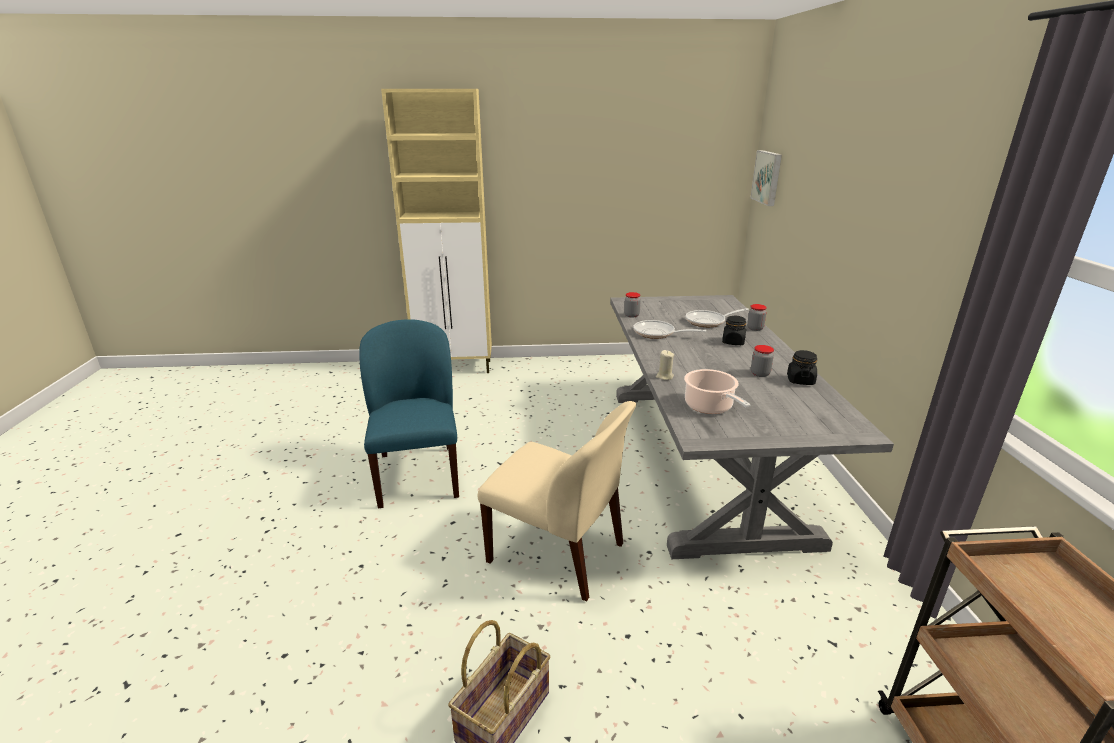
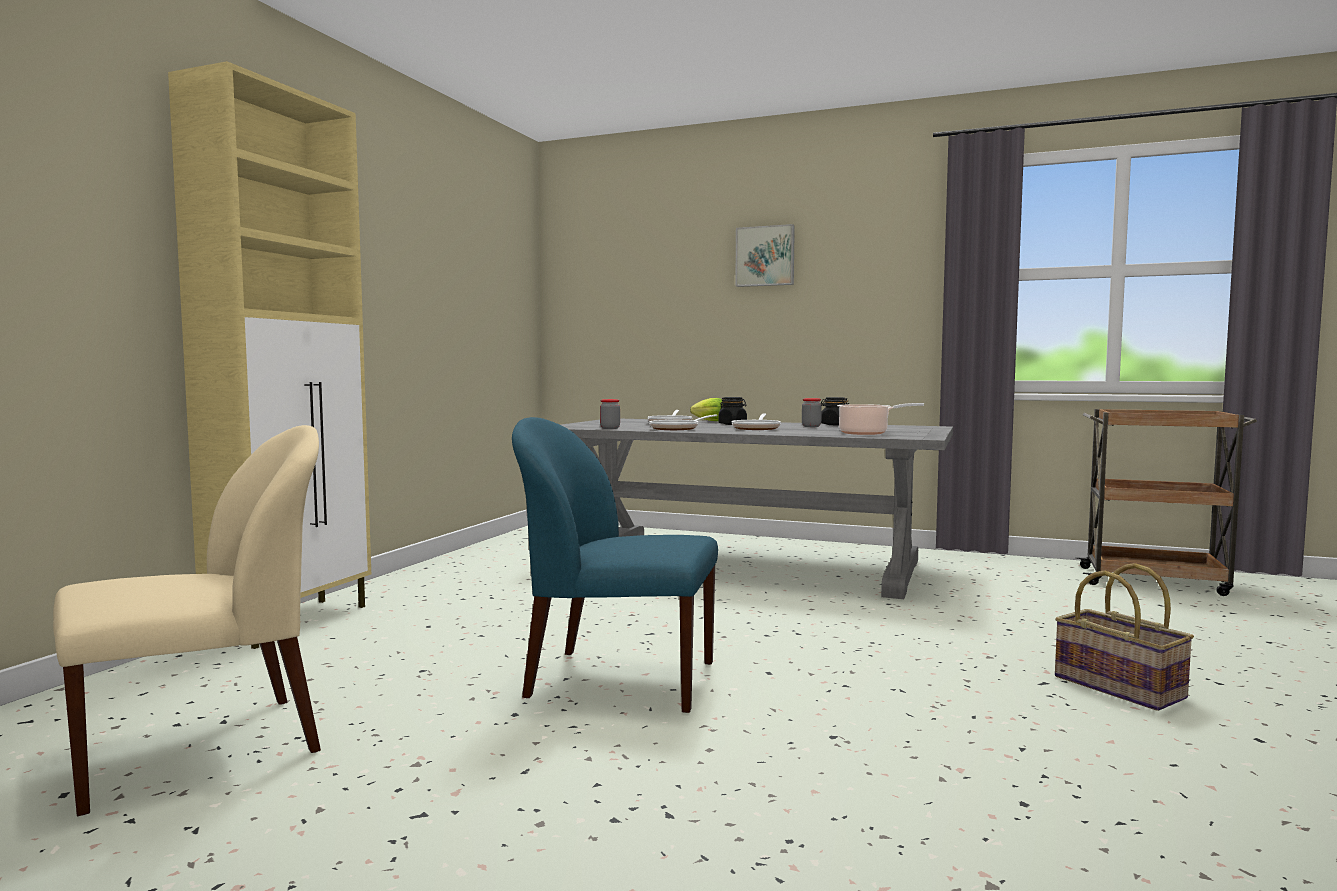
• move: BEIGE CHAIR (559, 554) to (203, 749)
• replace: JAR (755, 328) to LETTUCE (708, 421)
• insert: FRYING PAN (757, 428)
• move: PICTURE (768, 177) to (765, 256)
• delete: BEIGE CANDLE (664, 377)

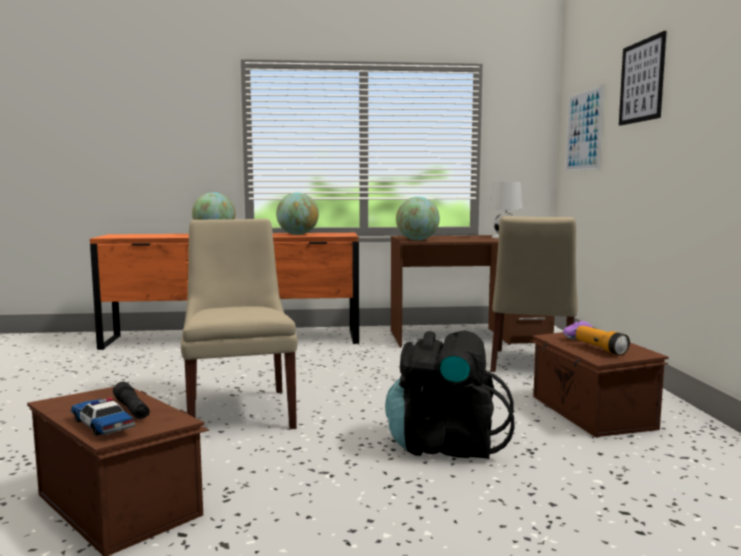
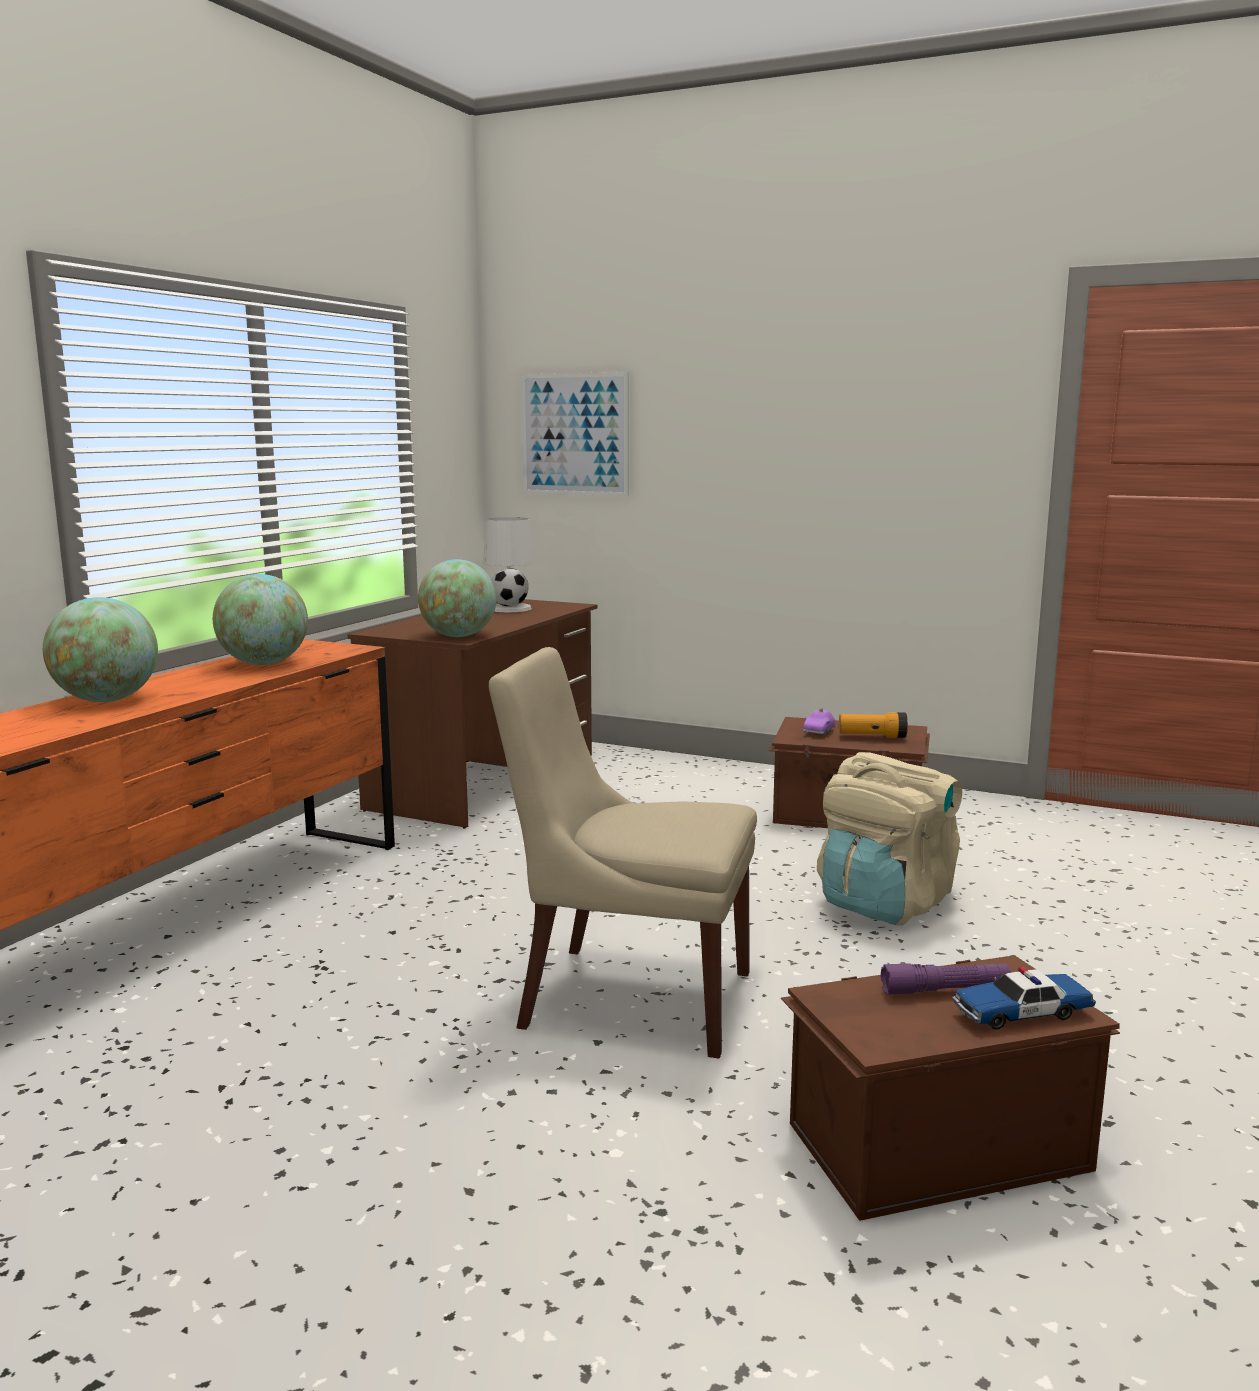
• recolor: BLACK BACKPACK (445, 445) to BEIGE BACKPACK (884, 904)
• recolor: BLACK FLASHLIGHT (131, 409) to PURPLE FLASHLIGHT (947, 990)
• delete: BEIGE CHAIR (532, 364)
• delete: PICTURE (641, 81)

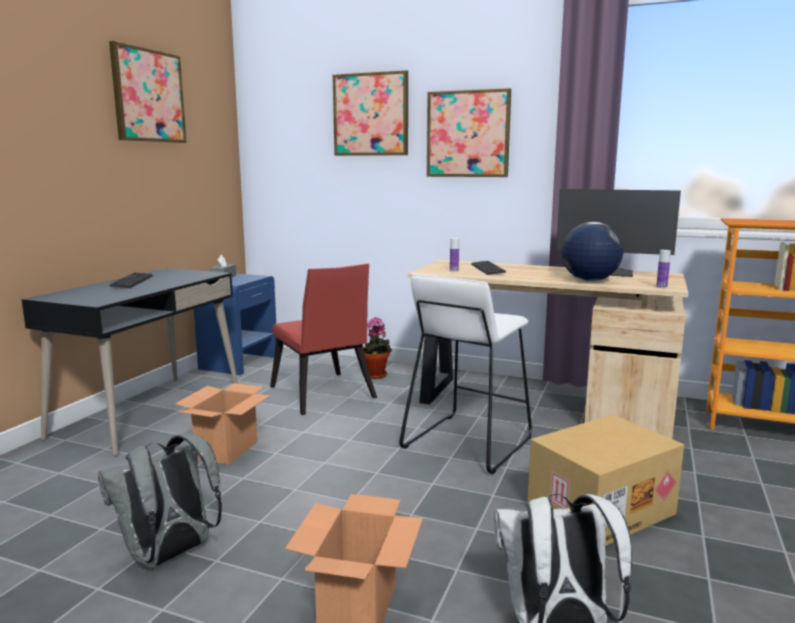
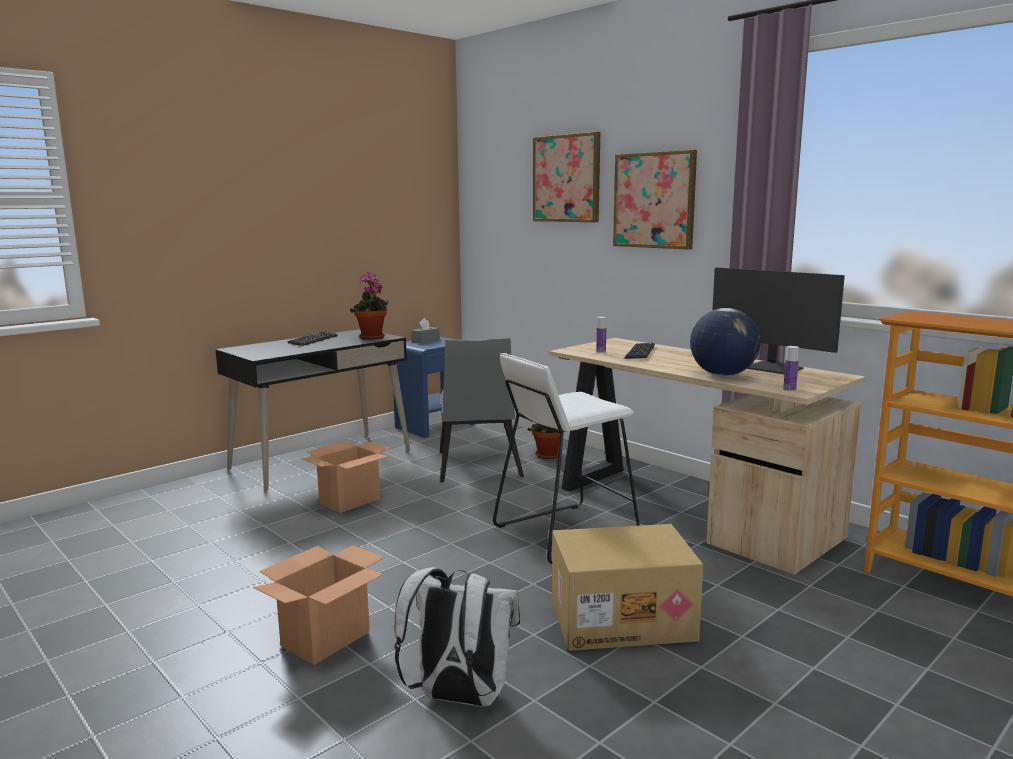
• insert: POTTED PLANT (372, 338)
• recolor: RED CHAIR (323, 395) to GREY CHAIR (478, 467)
• delete: GREY BACKPACK (169, 555)
• delete: PICTURE (148, 96)

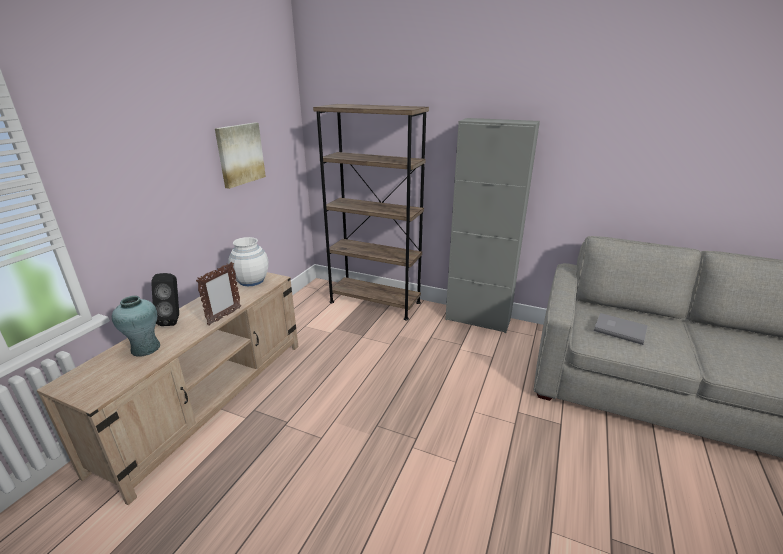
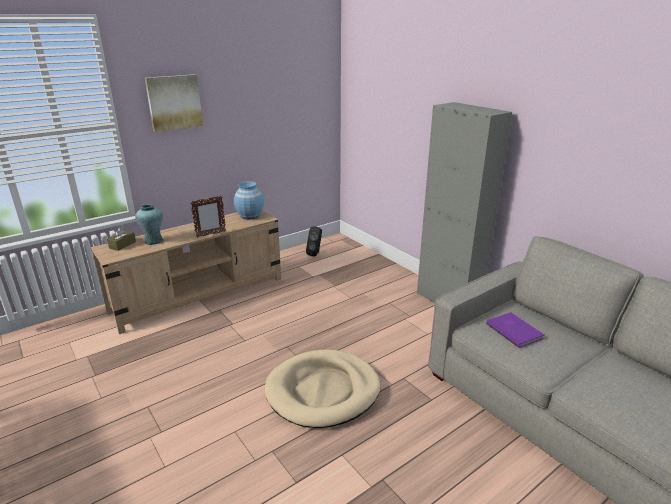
• insert: BROWN TISSUE BOX (122, 245)
• move: PICTURE (240, 154) to (174, 102)
• recolor: WHITE VASE (251, 280) to BLUE VASE (250, 216)
• insert: BEIGE DOG BED (323, 391)
• move: BLACK SPEAKER (174, 320) to (315, 253)
• recolor: GREY BOOK (619, 329) to PURPLE BOOK (514, 330)
• delete: BROWN BOOKCASE (375, 302)

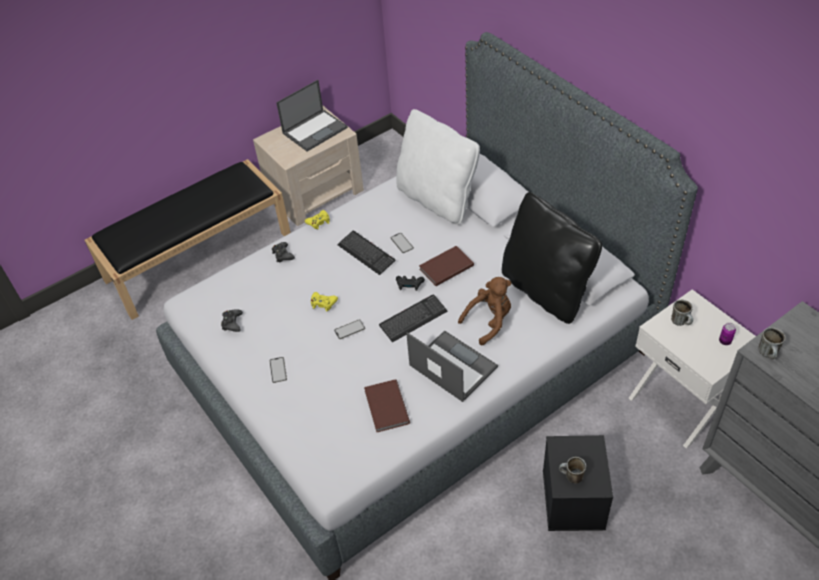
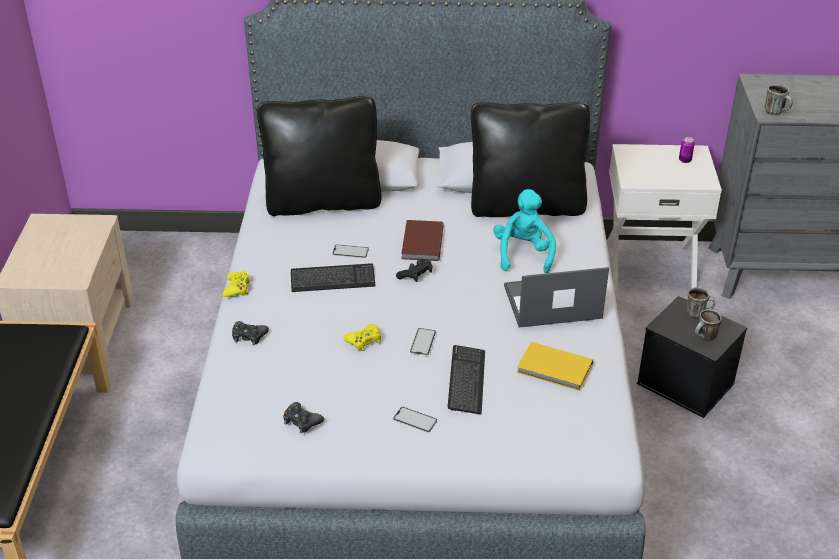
• recolor: WHITE PILLOW (437, 199) to BLACK PILLOW (323, 202)
• move: KEYBOARD (413, 319) to (466, 381)
• recolor: BROWN PLUSH TOY (489, 321) to TURQUOISE PLUSH TOY (523, 254)
• recolor: BROWN BOOK (385, 408) to YELLOW BOOK (555, 369)
• move: MUG (681, 322) to (698, 313)
• delete: LAPTOP (315, 130)

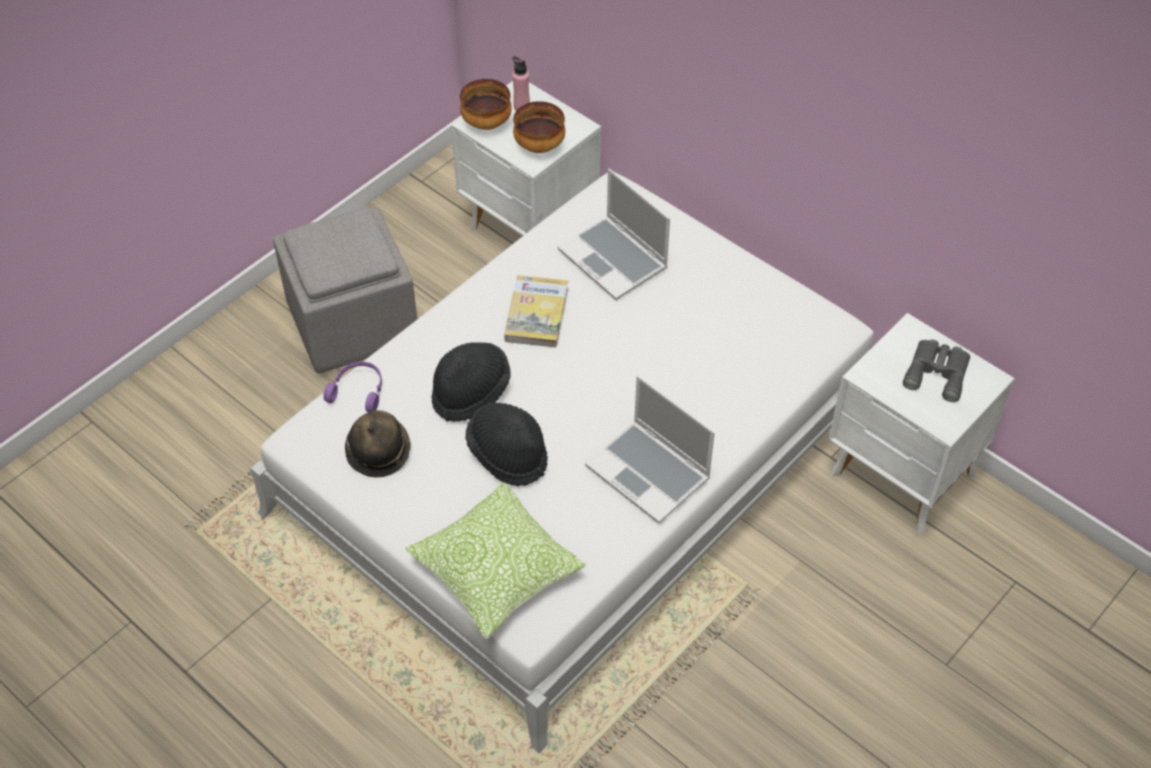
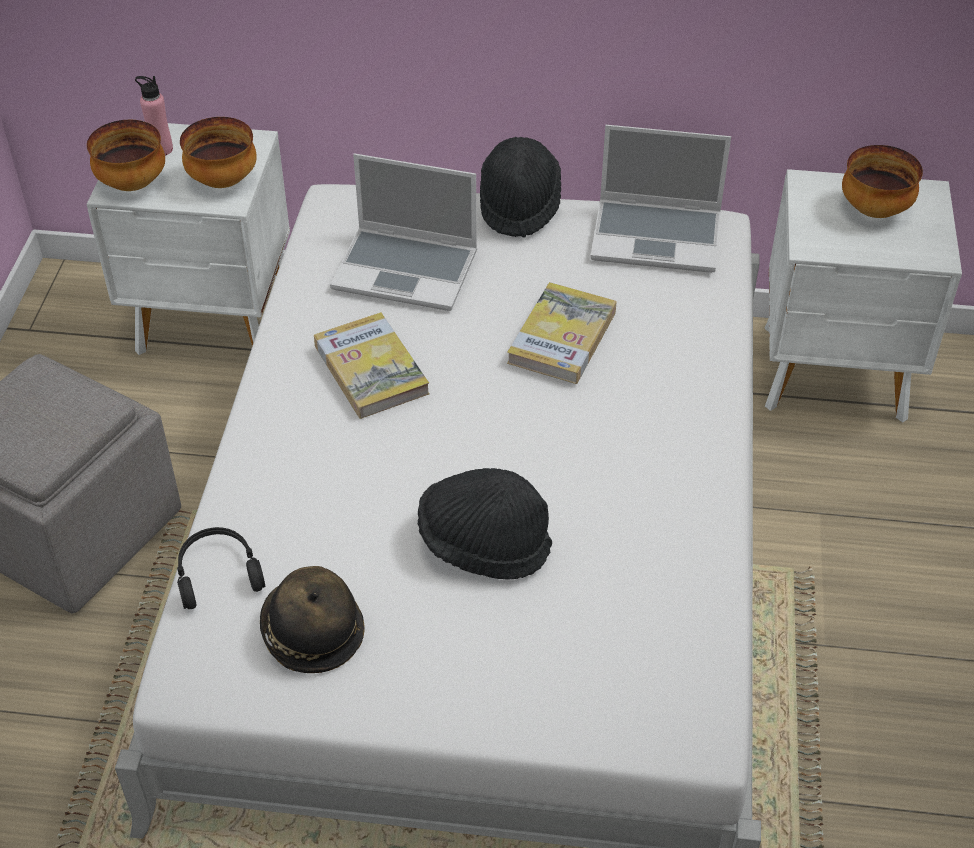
• recolor: PURPLE HEADPHONES (358, 391) to BLACK HEADPHONES (218, 573)
• move: BLACK HAT (471, 392) to (519, 205)
• insert: BOOK (562, 337)
• move: LAPTOP (649, 473) to (658, 237)
• replace: GREY BINOCULARS (937, 372) to BOWL (874, 209)
• delete: PILLOW (496, 570)

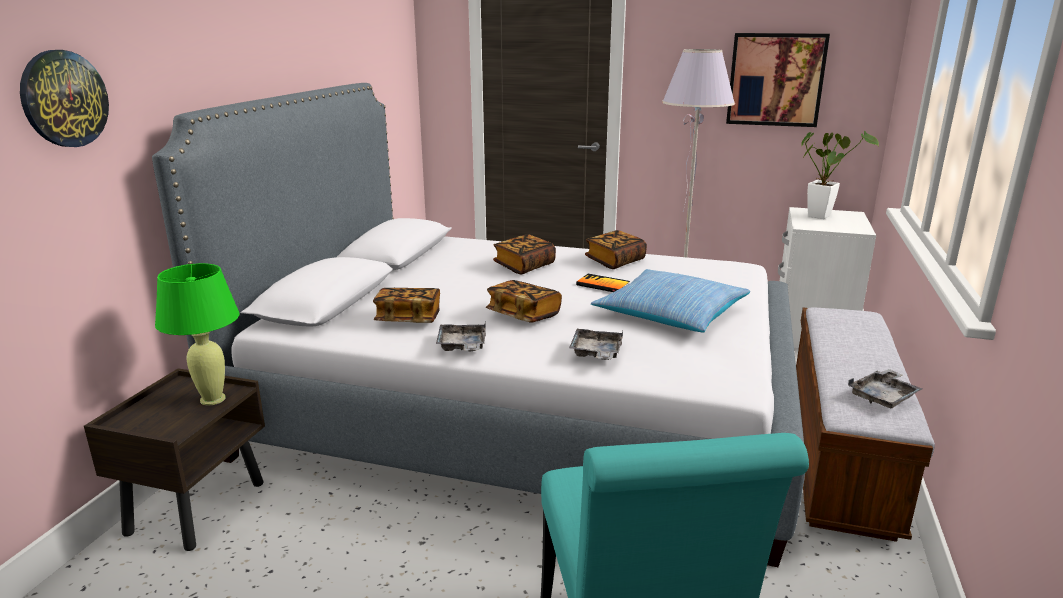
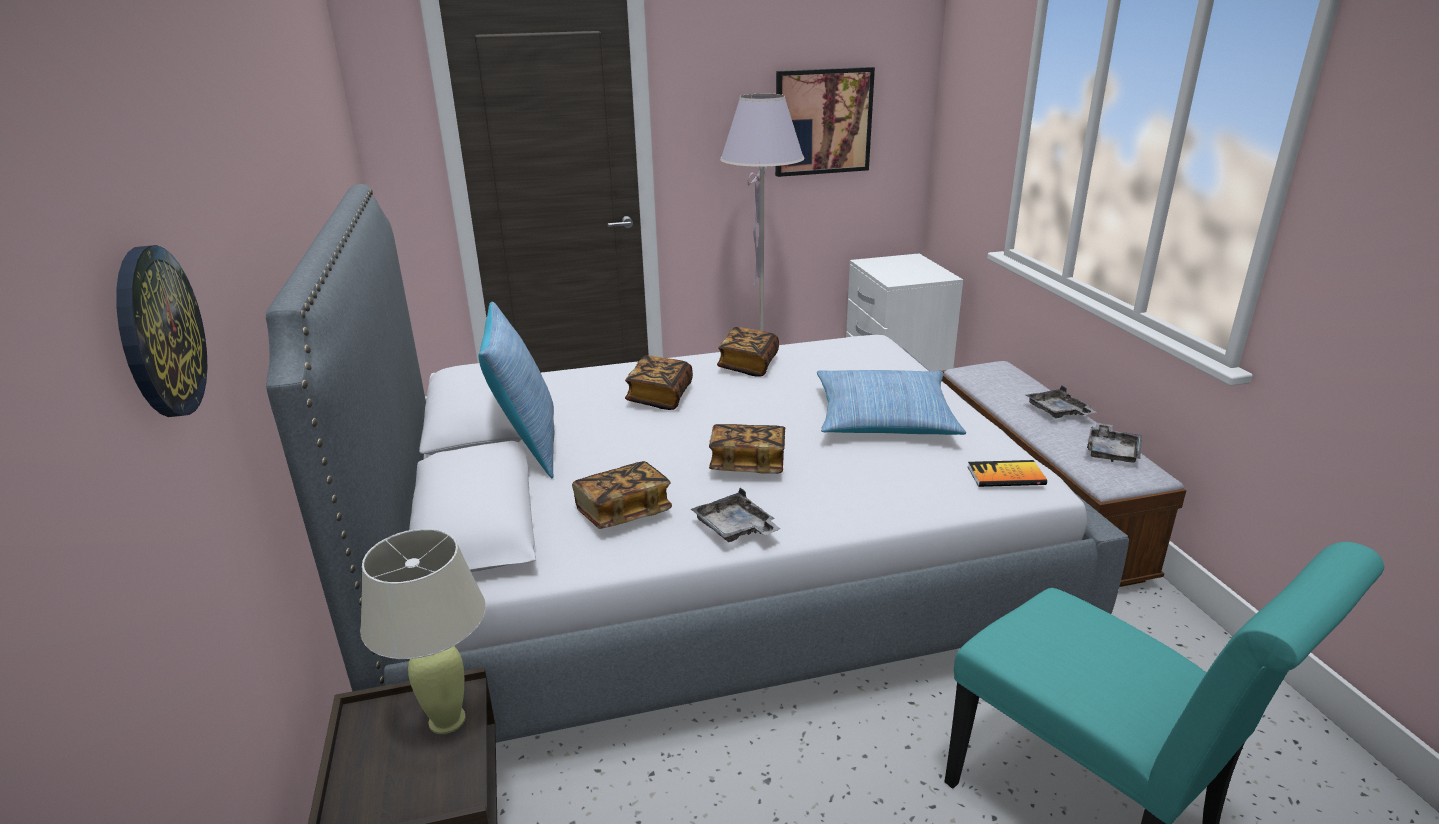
• recolor: GREEN TABLE LAMP (212, 399) to BEIGE TABLE LAMP (446, 720)
• insert: PILLOW (527, 446)
• move: BOOK (603, 285) to (1006, 476)
• move: GREY TRAY (596, 353) to (1058, 412)
• delete: POTTED PLANT (821, 215)

